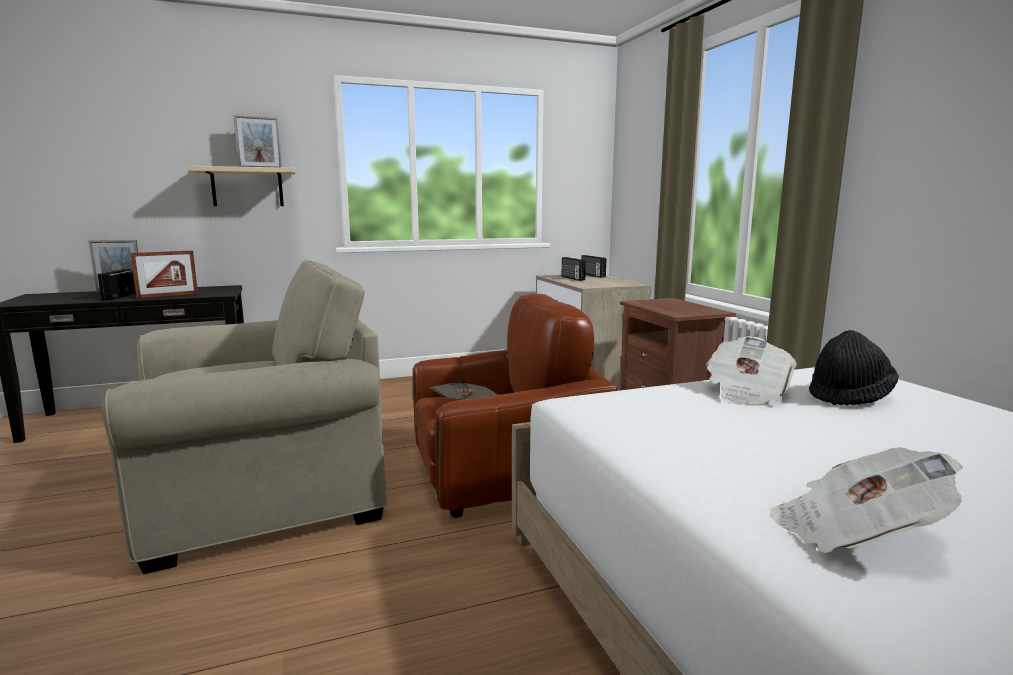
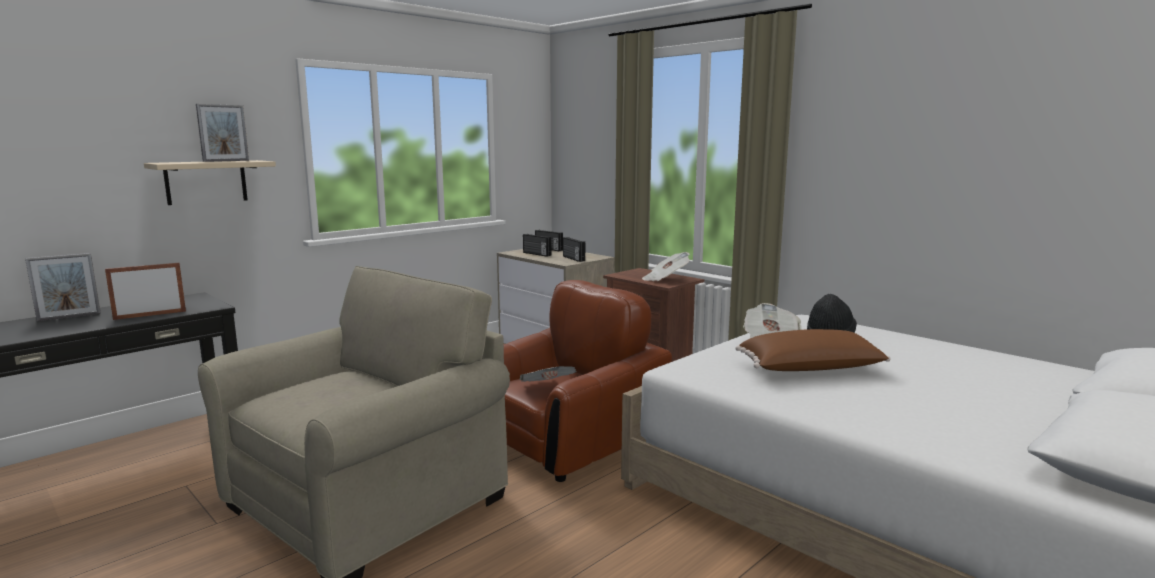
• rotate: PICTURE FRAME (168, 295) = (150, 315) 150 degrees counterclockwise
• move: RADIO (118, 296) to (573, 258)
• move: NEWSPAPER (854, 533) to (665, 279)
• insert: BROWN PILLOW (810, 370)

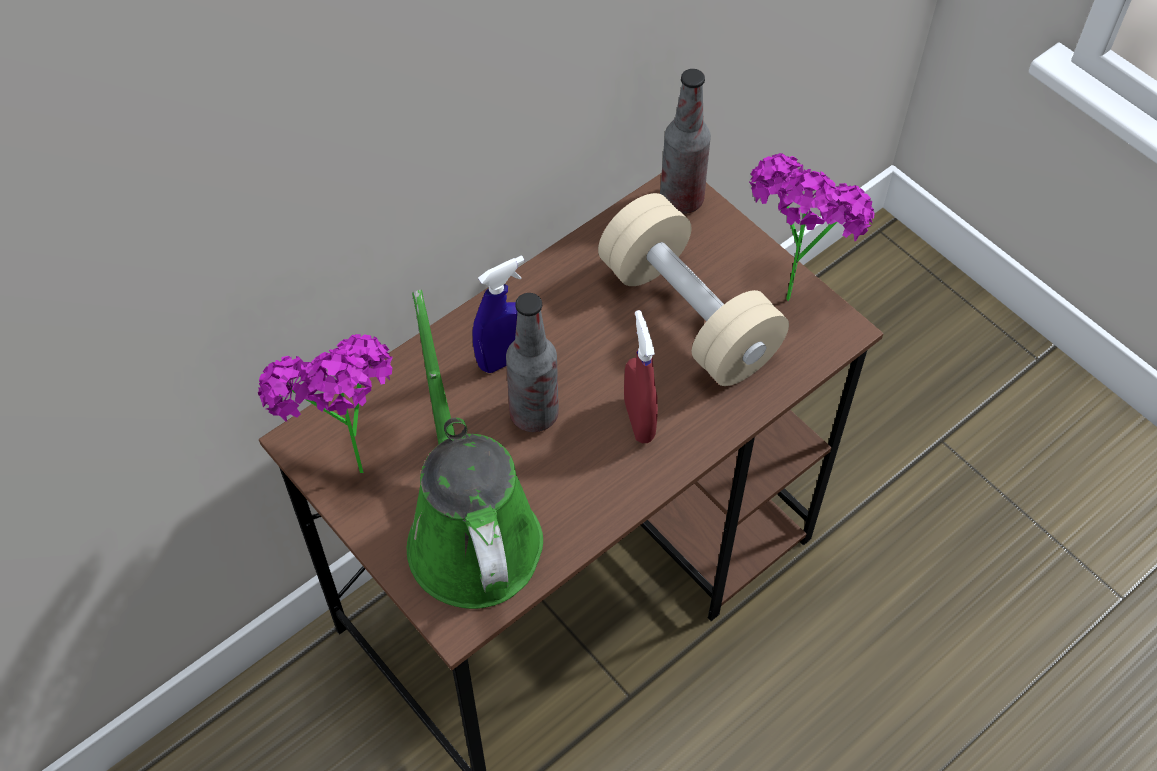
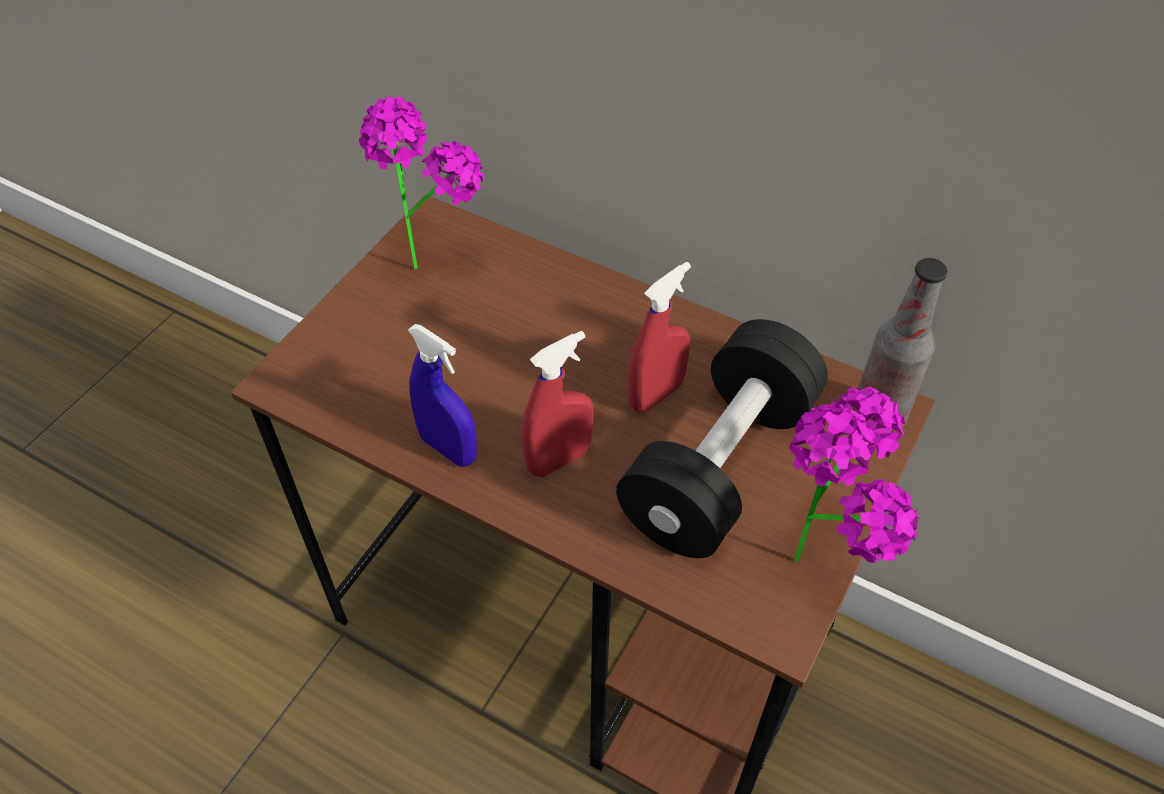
• move: BLUE SPRAY BOTTLE (506, 358) to (448, 448)
• recolor: BEIGE DUMBBELL (688, 315) to BLACK DUMBBELL (719, 466)
• insert: RED SPRAY BOTTLE (656, 395)
• delete: GREEN WATERING CAN (470, 531)
• delete: BOTTLE (534, 414)

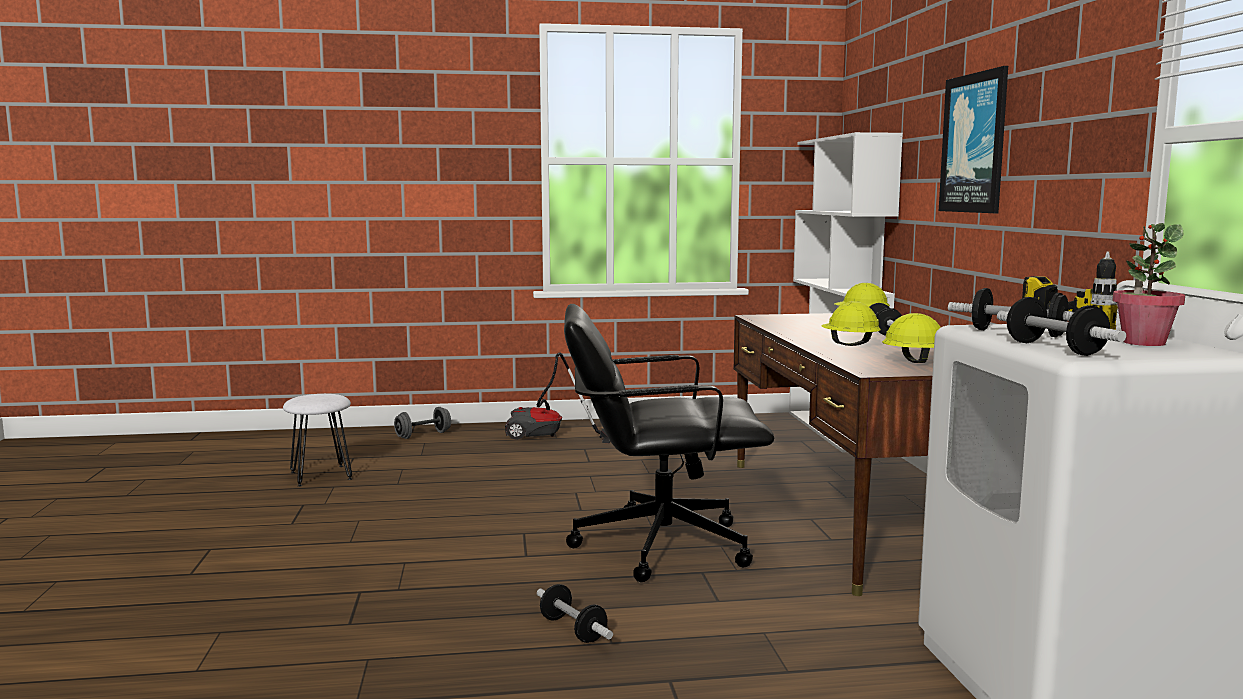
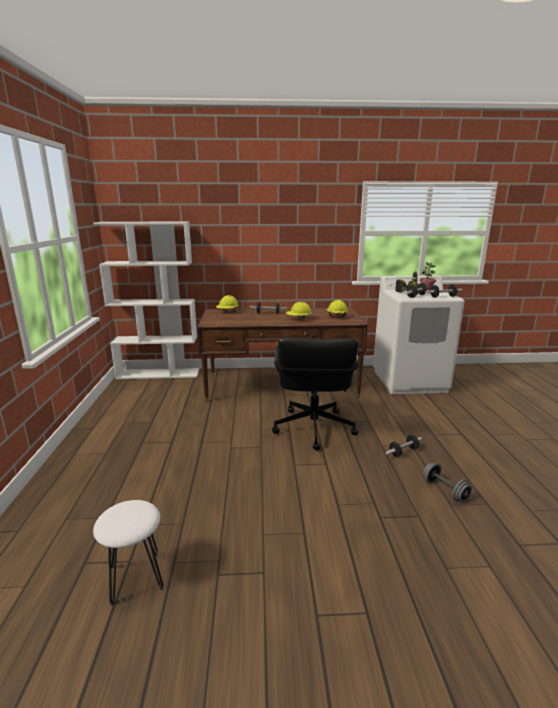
• move: GREY DUMBBELL (423, 435) to (444, 490)
• delete: VACUUM CLEANER (548, 437)
• delete: PICTURE (974, 143)

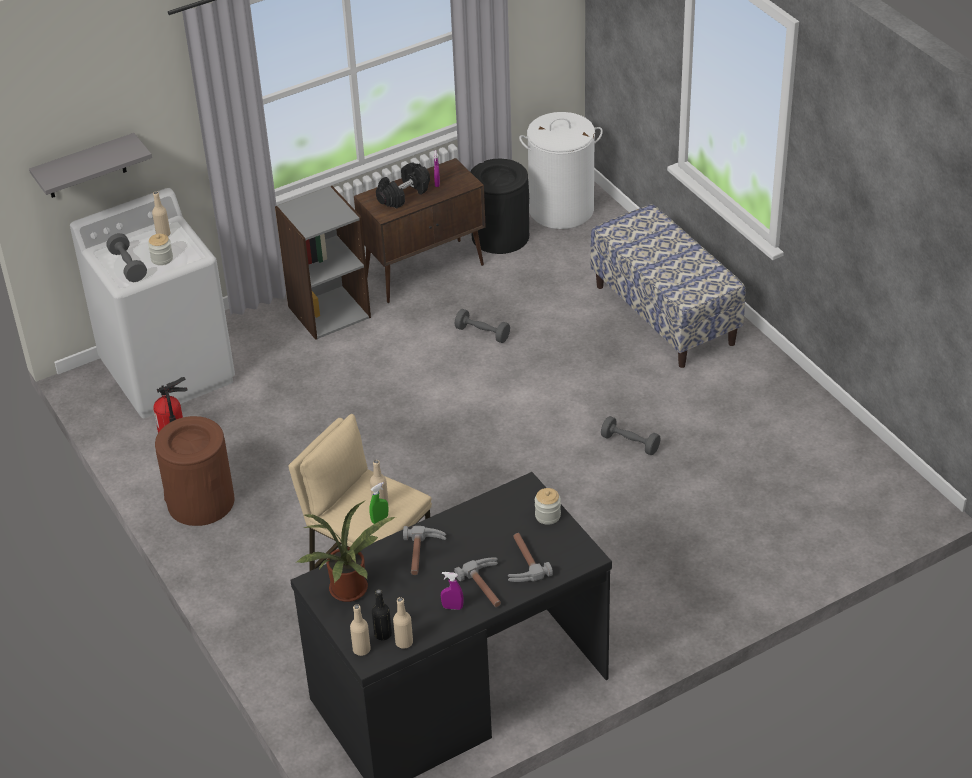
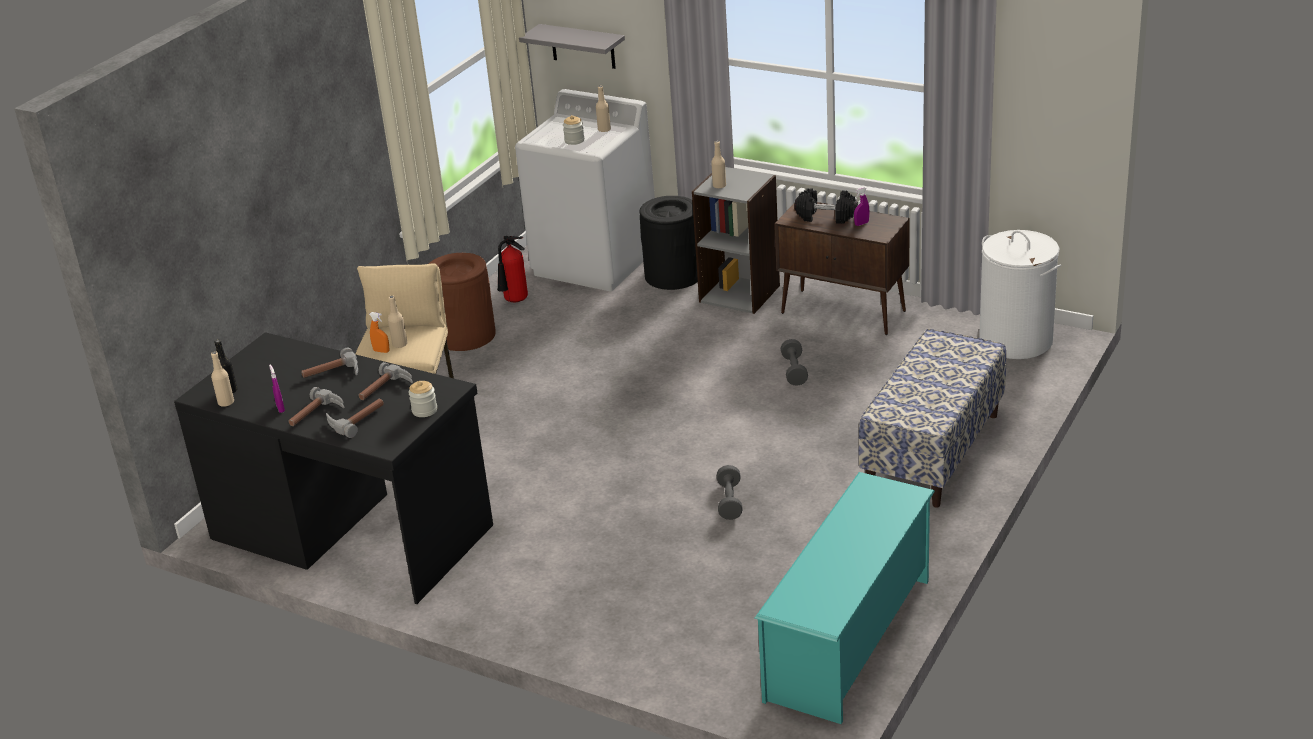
• insert: HAMMER (385, 389)
• recolor: GREEN SPRAY BOTTLE (380, 519) to ORANGE SPRAY BOTTLE (381, 351)
• move: BLACK TRASH CAN (500, 236) to (673, 275)
• move: BEIGE BOTTLE (361, 649) to (719, 186)
• insert: TURQUOISE SHOE RACK (849, 639)
• delete: GREY DUMBBELL (128, 266)
• delete: POTTED PLANT (349, 592)

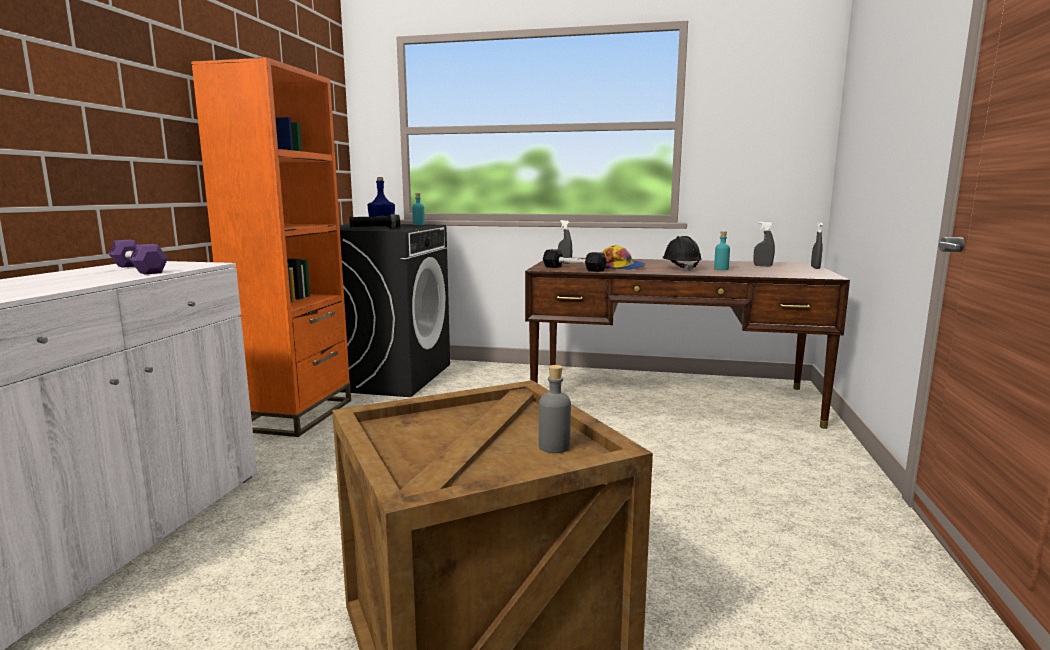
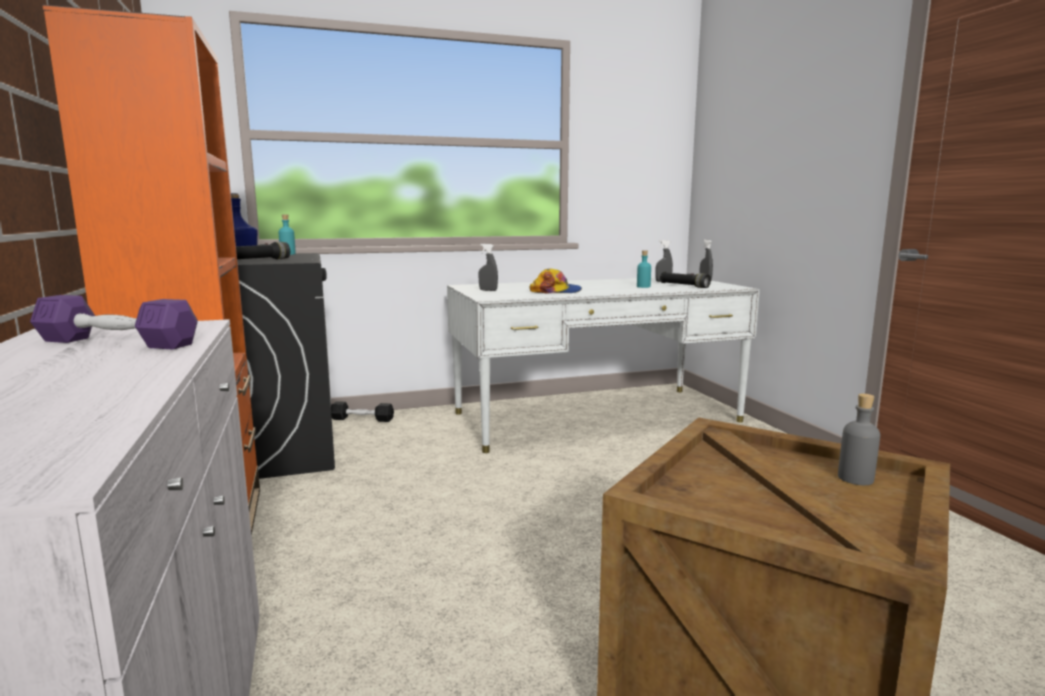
• move: BLACK DUMBBELL (573, 269) to (362, 419)
• recolor: BROWN DESK (670, 397) to WHITE DESK (596, 417)
• insert: BLACK FLASHLIGHT (684, 286)
• delete: BLACK HARD HAT (680, 268)

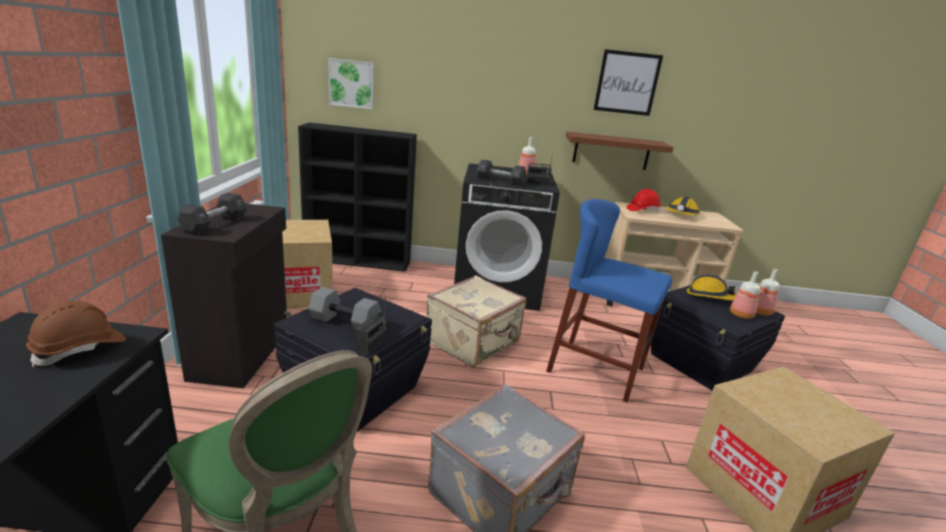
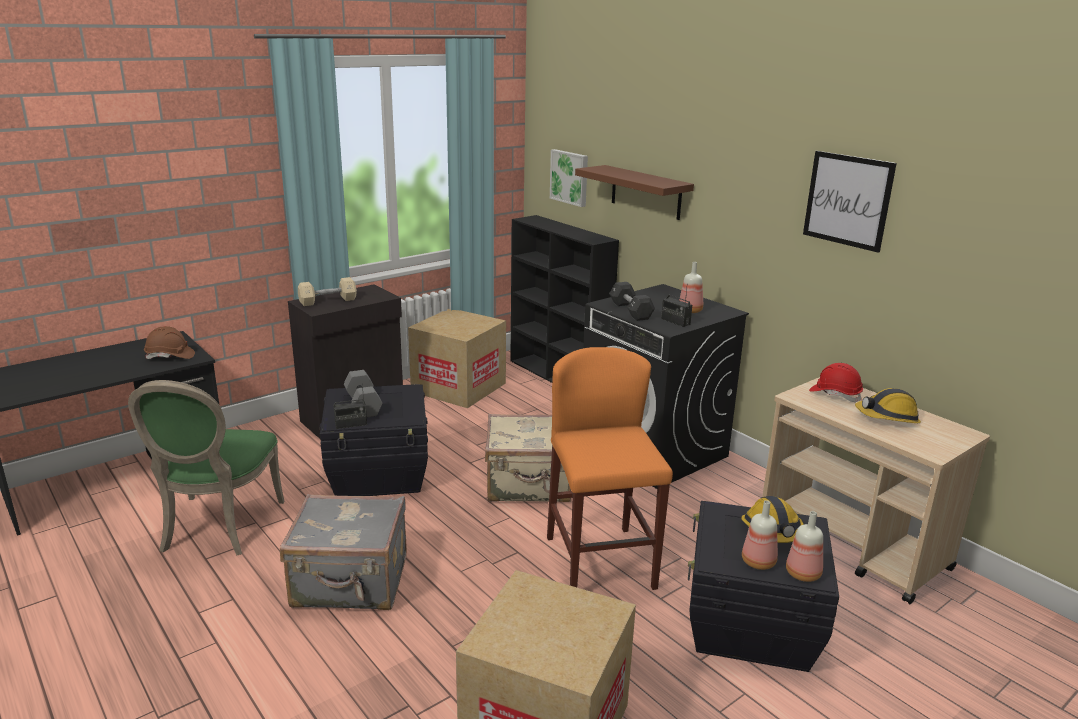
• recolor: BLACK DUMBBELL (214, 224) to BEIGE DUMBBELL (328, 301)
• recolor: BLUE STOOL (596, 370) to ORANGE STOOL (600, 562)
• move: BROWN SHELF (611, 151) to (646, 192)

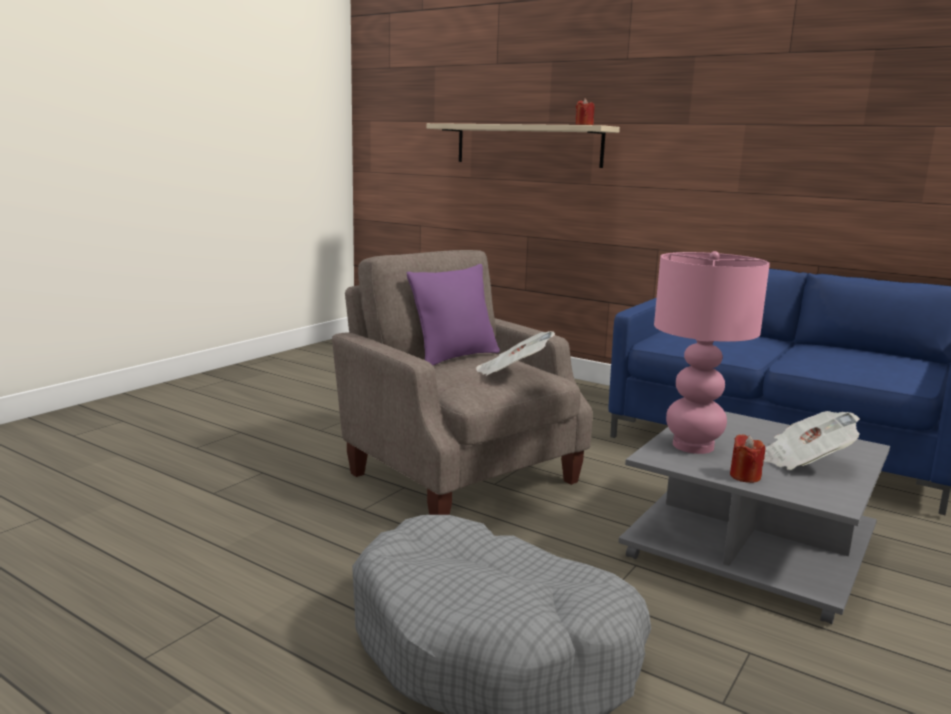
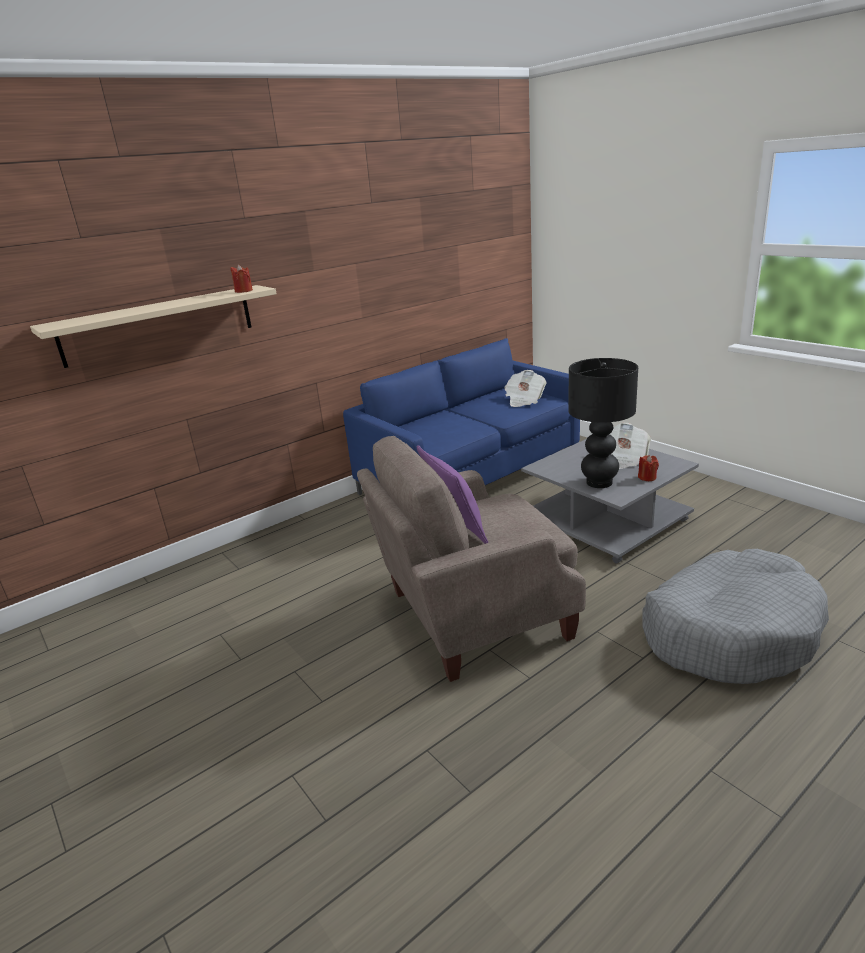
• move: NEWSPAPER (512, 373) to (524, 400)
• recolor: PINK TABLE LAMP (692, 446) to BLACK TABLE LAMP (599, 482)

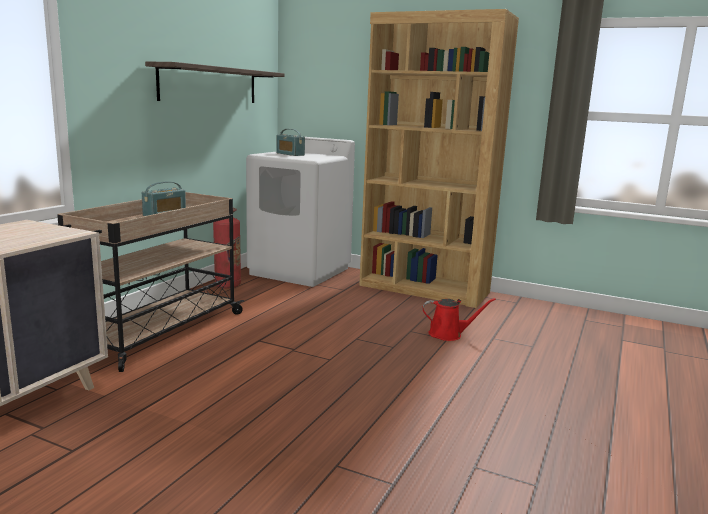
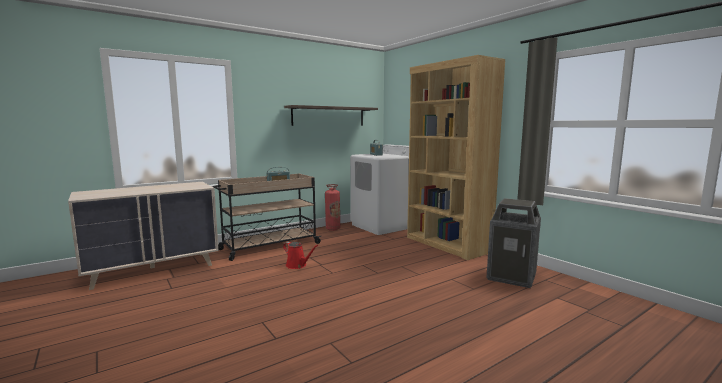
• move: RED WATERING CAN (448, 334) to (297, 265)
• insert: TRASH CAN (512, 277)

